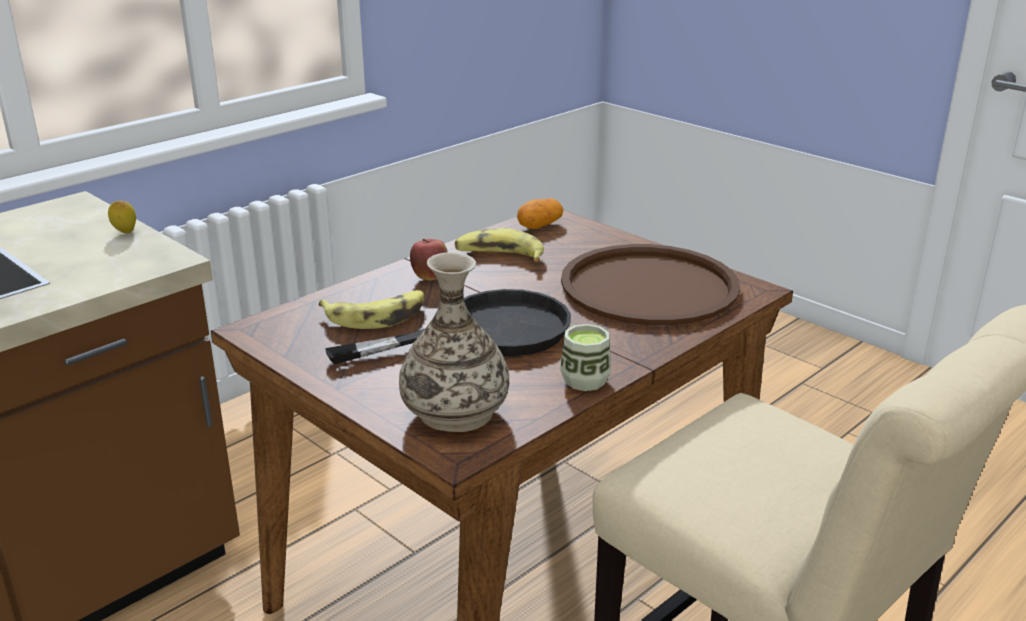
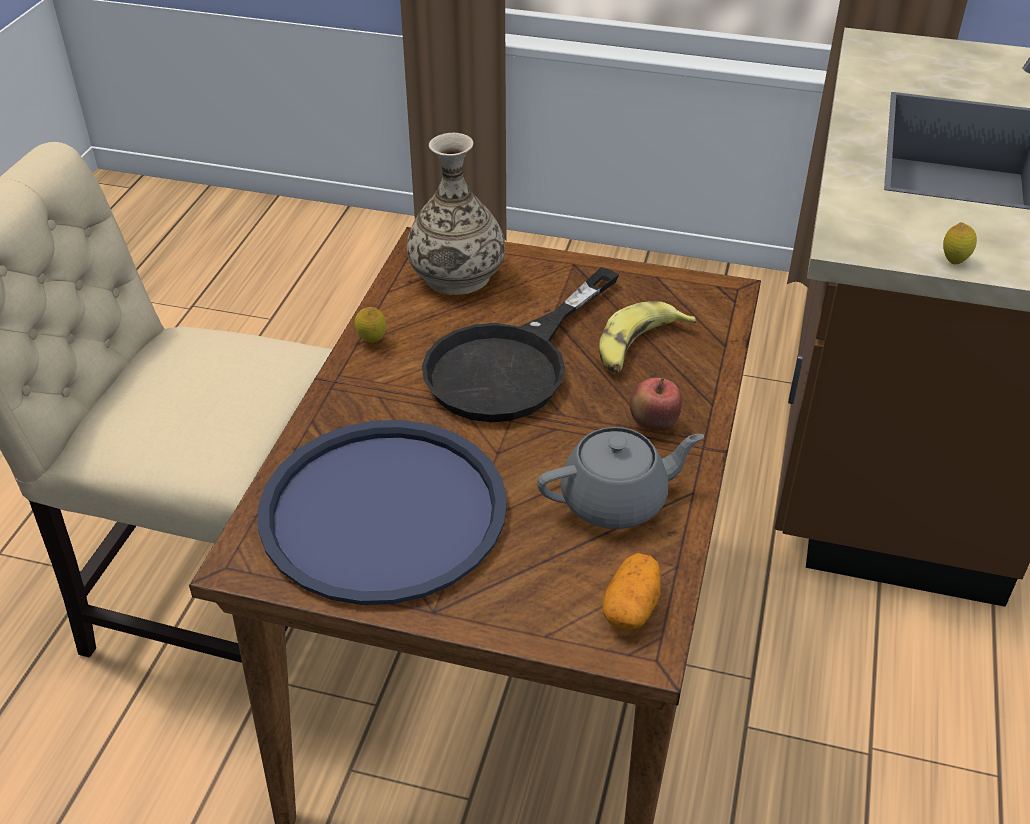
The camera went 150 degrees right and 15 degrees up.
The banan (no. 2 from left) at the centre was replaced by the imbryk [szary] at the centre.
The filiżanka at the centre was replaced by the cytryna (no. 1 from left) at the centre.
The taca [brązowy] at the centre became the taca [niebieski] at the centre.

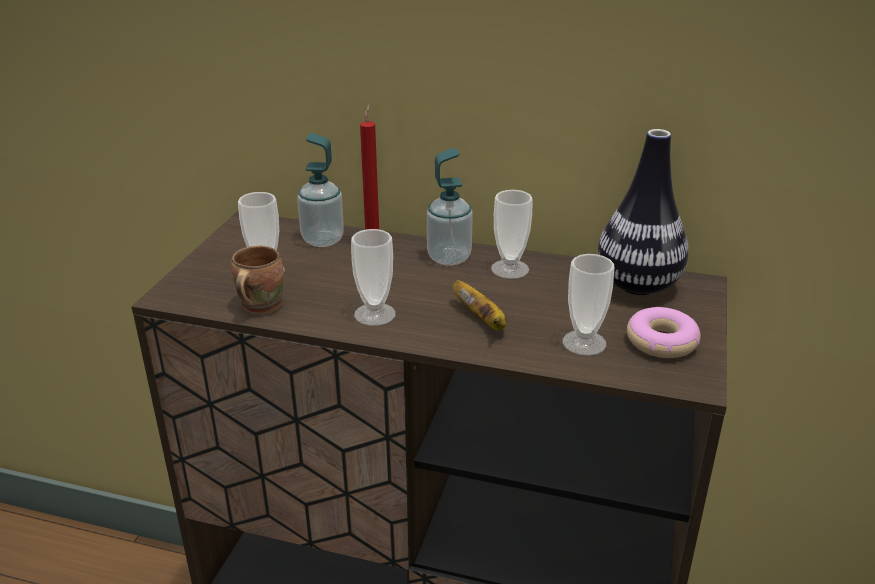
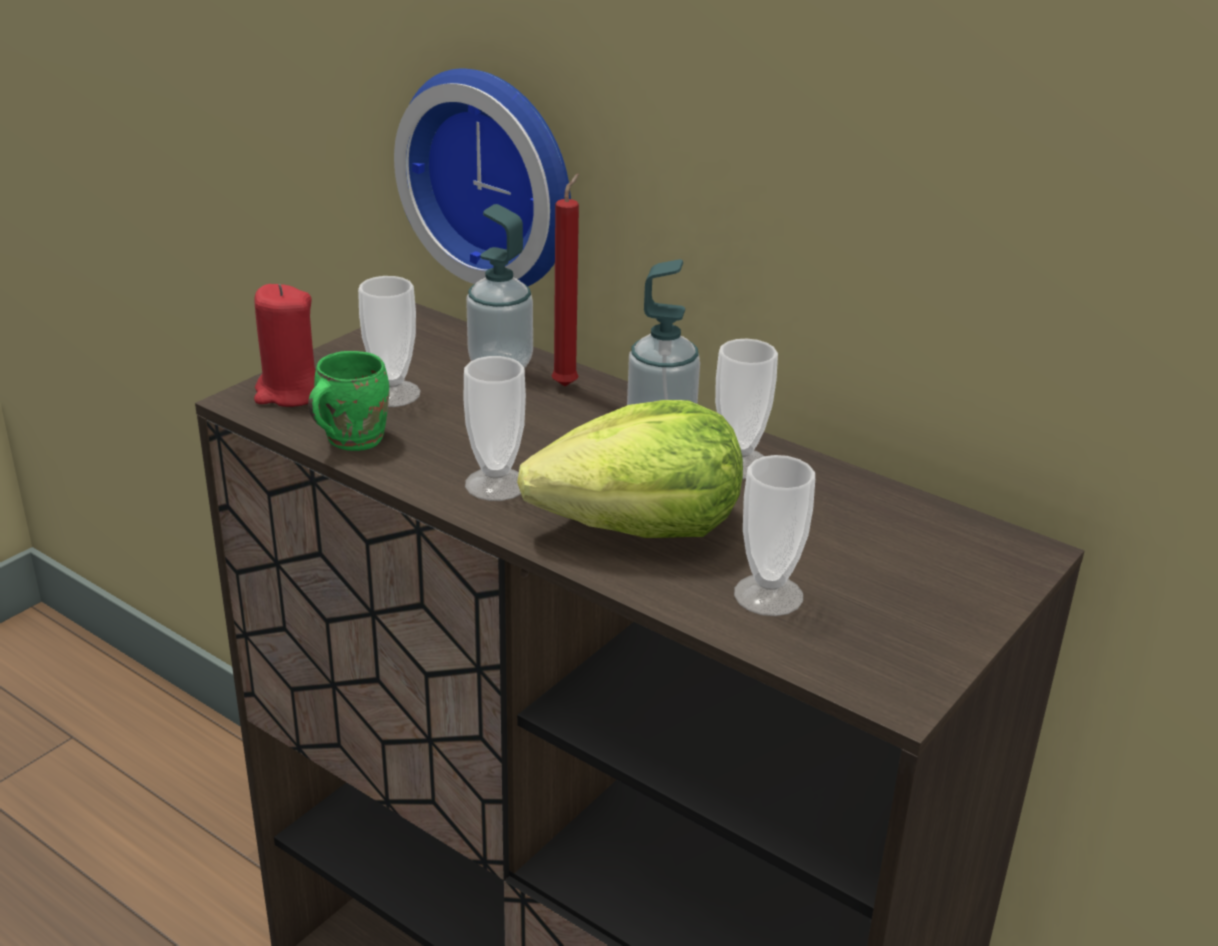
The camera went 20 degrees right and 0 degrees up.
The wazon at the middle right disappeared.
The donut at the middle right disappeared.
The świeca [czerwony] (no. 1 from left) at the middle left appeared.
The zegar ścienny at the top centre appeared.
The banan at the centre was replaced by the sałata at the centre.
The kubek [brązowy] at the middle left became the kubek [zielony] at the middle left.

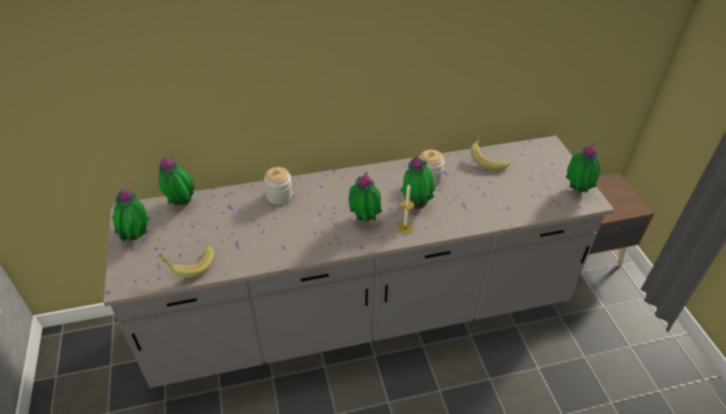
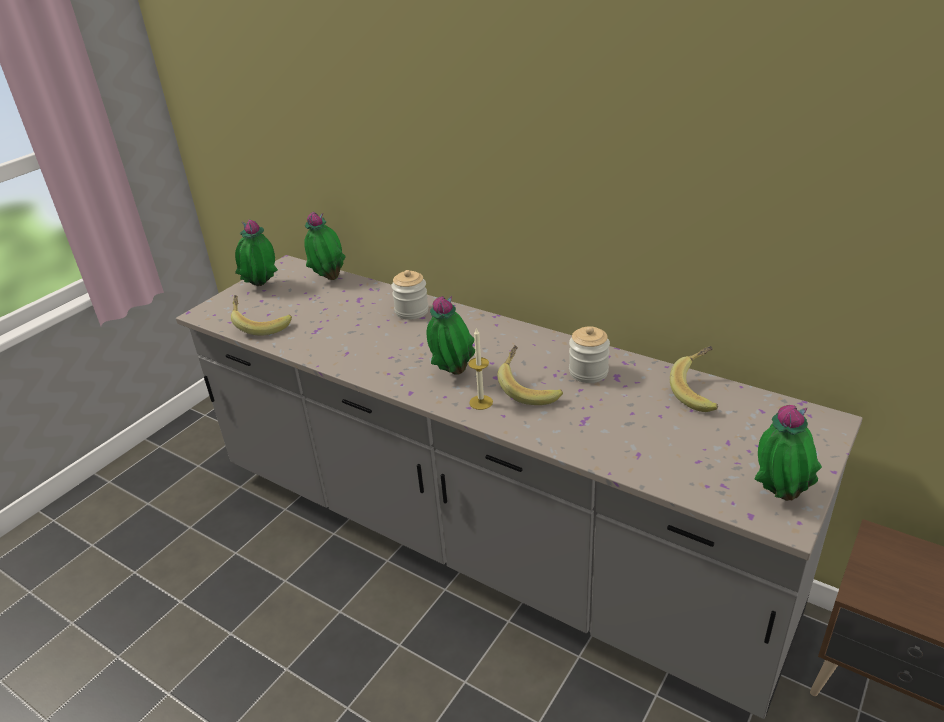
The camera went 50 degrees right and 10 degrees down.
The roślina doniczkowa (no. 4 from left) at the centre was replaced by the banan (no. 2 from left) at the centre.

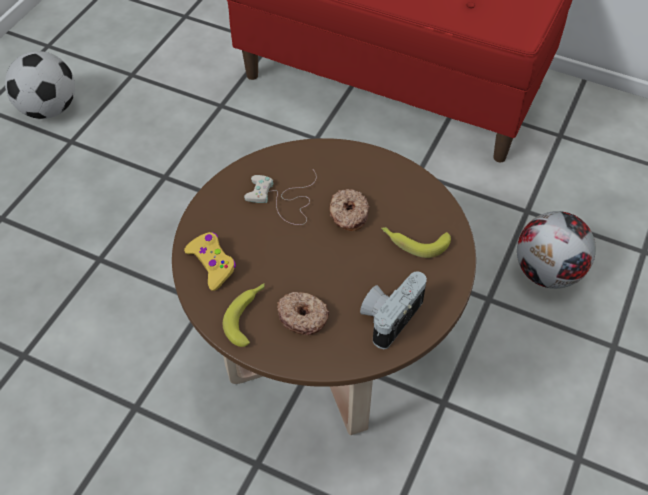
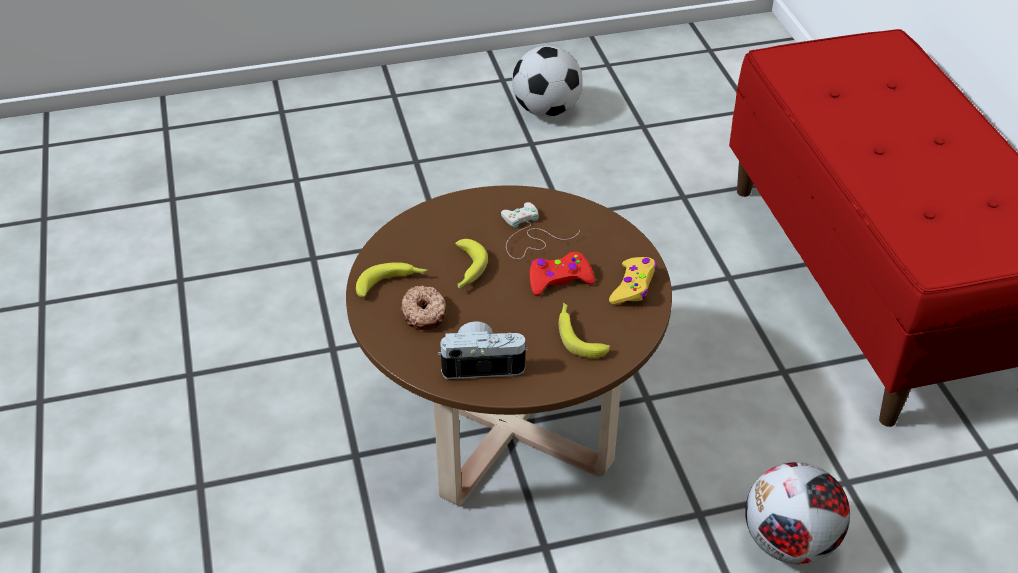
The camera went 50 degrees right and 10 degrees down.
The banan (no. 2 from left) at the centre appeared.
The pad do gier [żółty] moved from the middle left to the centre.
The donut (no. 2 from left) at the centre was replaced by the pad do gier [czerwony] at the centre.

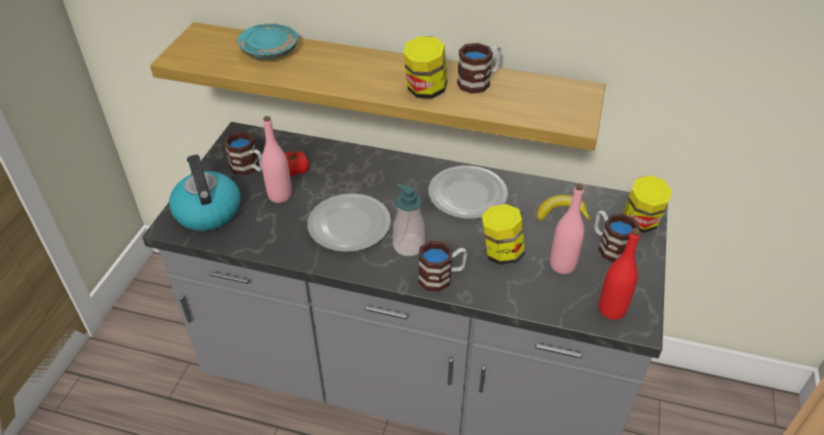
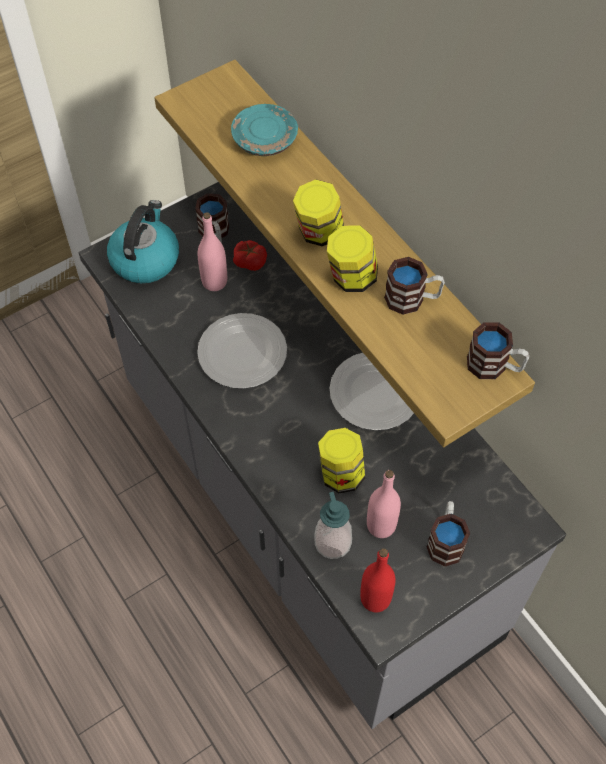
The camera went 40 degrees right and 15 degrees up.
The banan at the middle right disappeared.
The dozownik mydła moved from the centre to the bottom centre.
The kubek (no. 2 from left in the first image) moved from the centre to the middle right.
The słoik (no. 3 from left in the first image) moved from the middle right to the top centre.

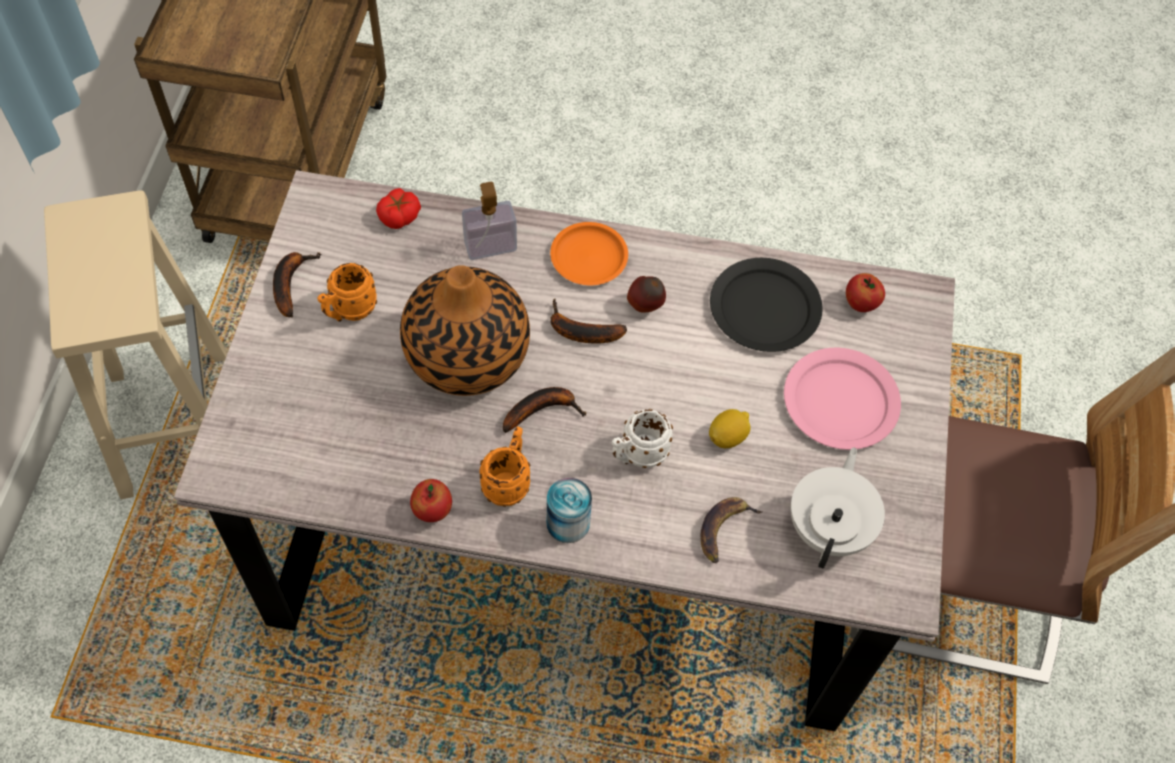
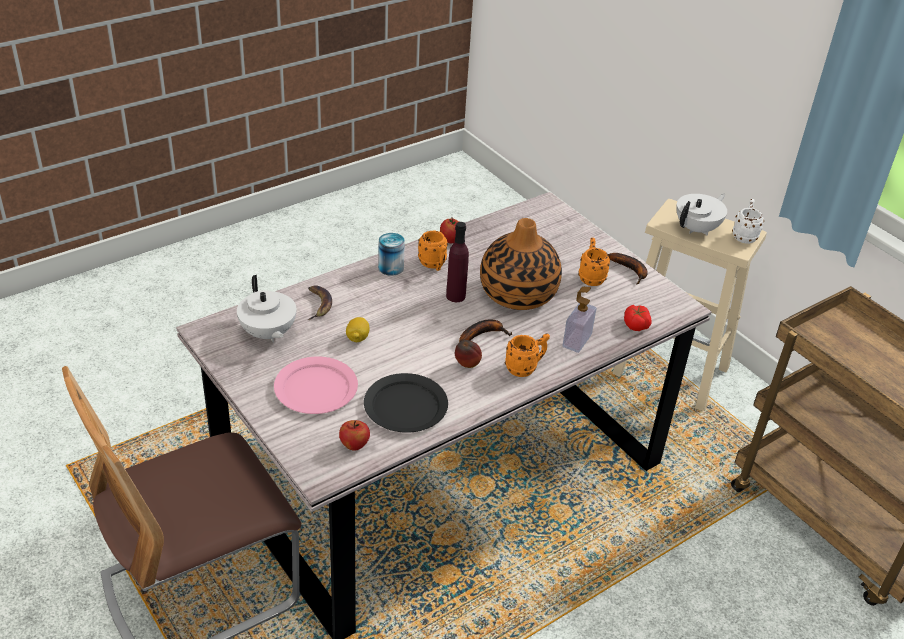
The camera went 135 degrees right and 20 degrees down.
The imbryk [biały] (no. 2 from left) at the middle right appeared.
The kubek [biały] moved from the centre to the middle right.
The banan (no. 2 from left) at the centre was replaced by the butelka [fioletowy] at the centre.
The talerz [pomarańczowy] at the top centre was replaced by the kubek [pomarańczowy] (no. 2 from left) at the centre.

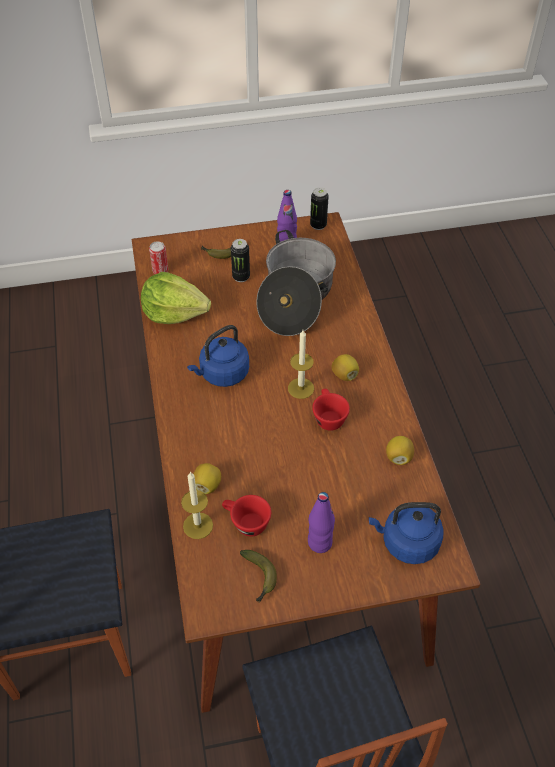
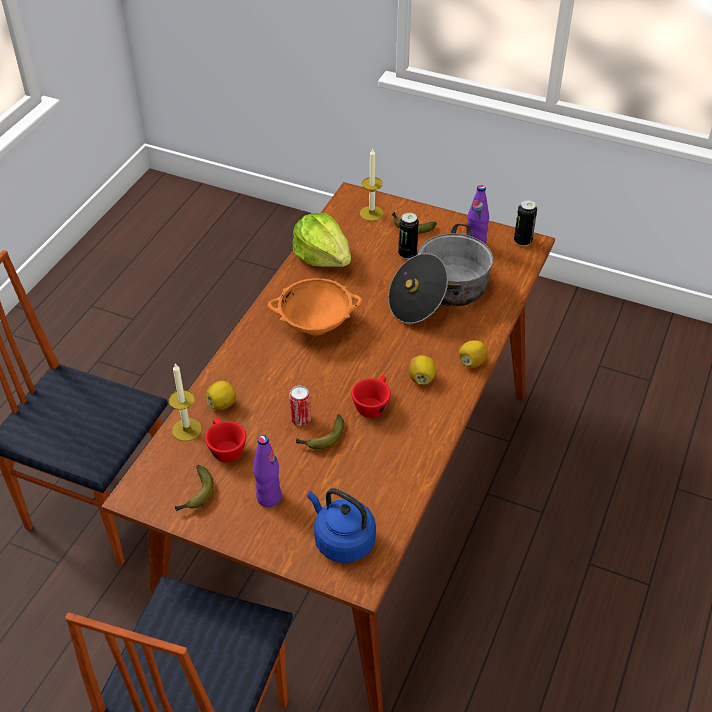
The camera went 35 degrees right and 5 degrees down.
The banan (no. 2 from left) at the centre appeared.
The puszka (no. 1 from left) moved from the middle left to the centre.
The świeca (no. 2 from left) moved from the centre to the top centre.
The cytryna (no. 3 from left) moved from the middle right to the centre.
The czajnik [niebieski] (no. 1 from left) at the centre was replaced by the miska [pomarańczowy] at the centre.

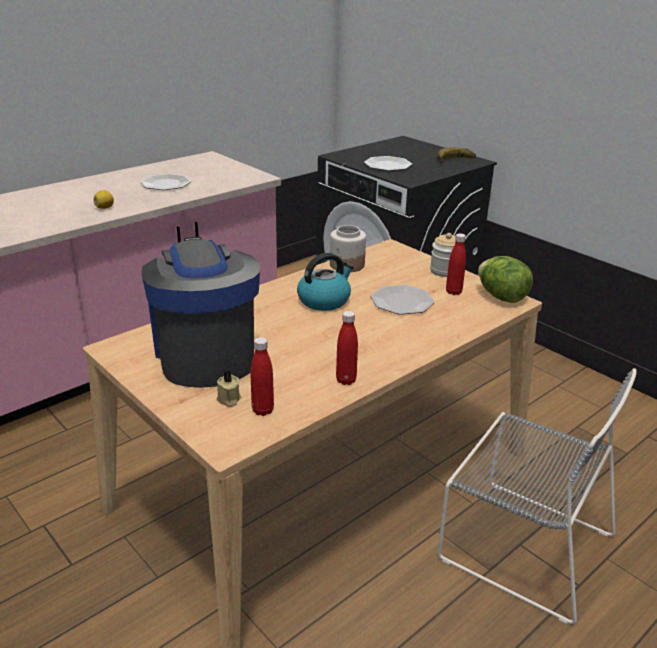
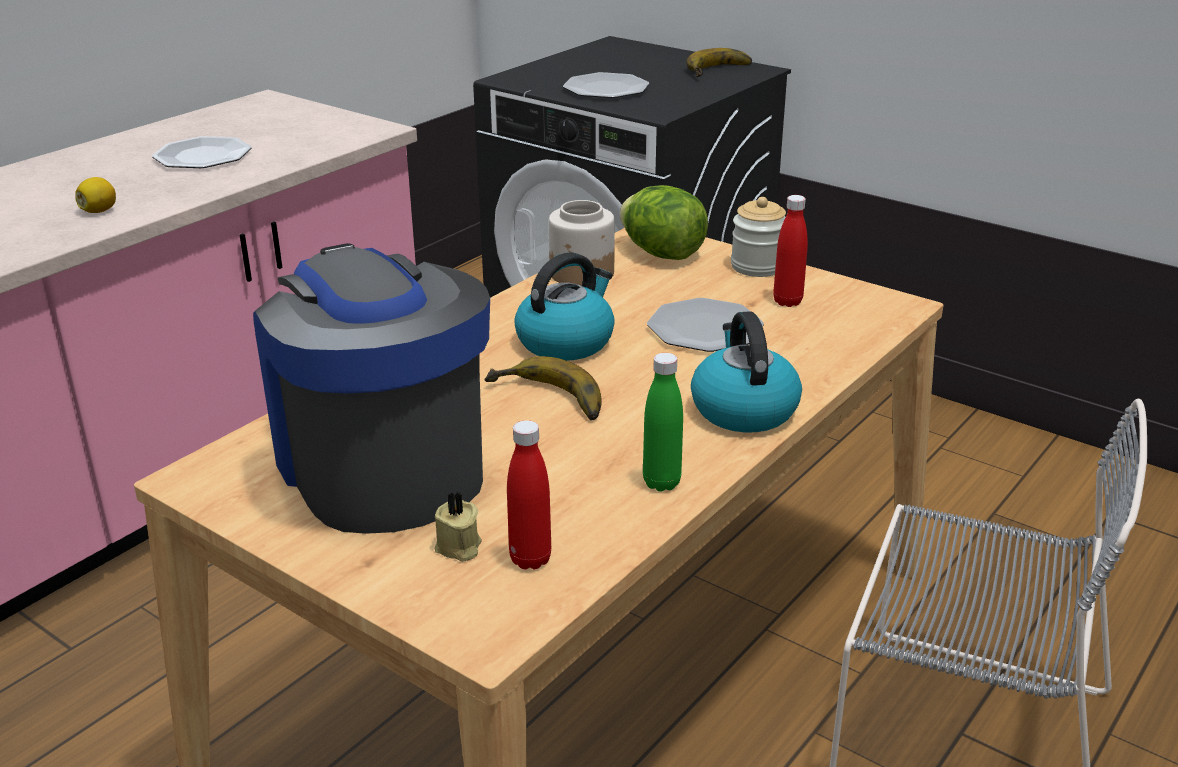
The camera went 10 degrees left and 0 degrees up.
The banan (no. 1 from left) at the centre appeared.
The czajnik (no. 2 from left) at the centre appeared.
The sałata moved from the middle right to the top centre.
The butelka [czerwony] (no. 2 from left) at the centre became the butelka [zielony] at the centre.

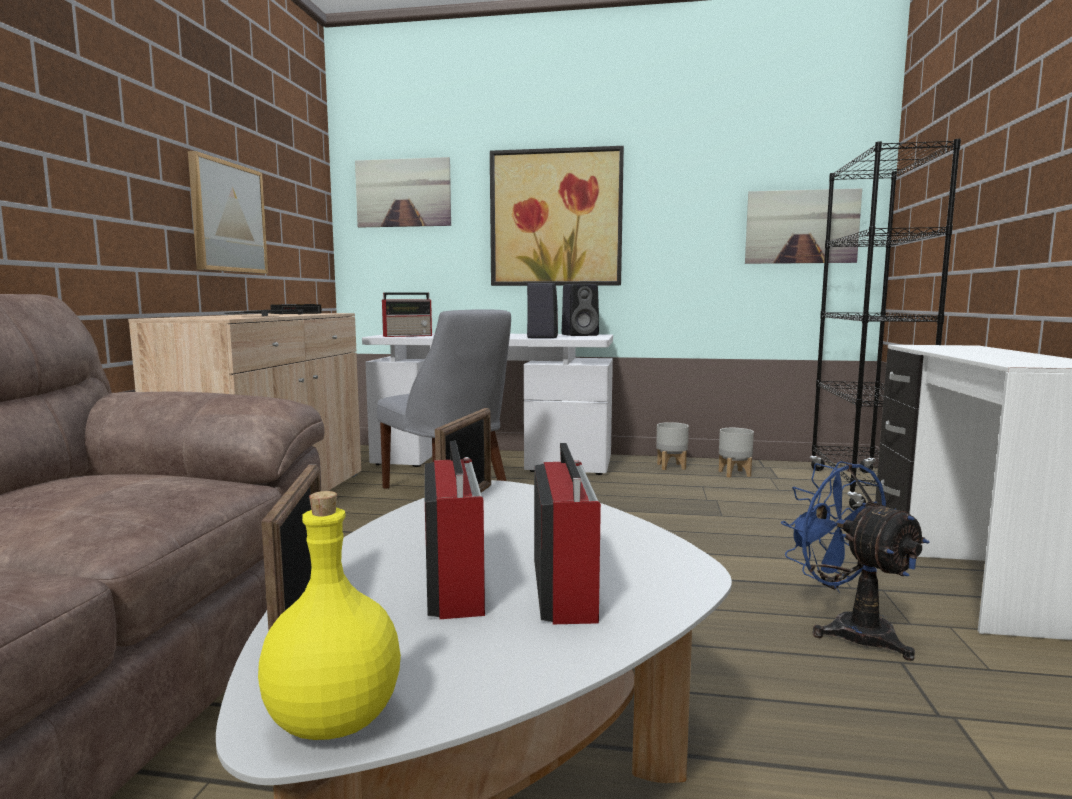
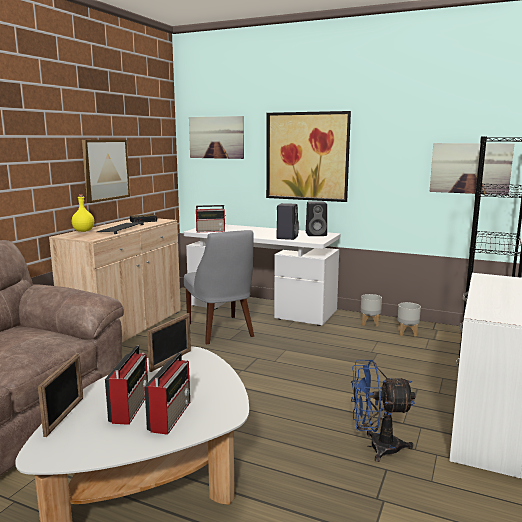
The camera went 15 degrees right and 5 degrees up.
The butelka [żółty] moved from the bottom left to the middle left.
The wentylator [niebieski] at the bottom right turned 75 degrees counterclockwise.

